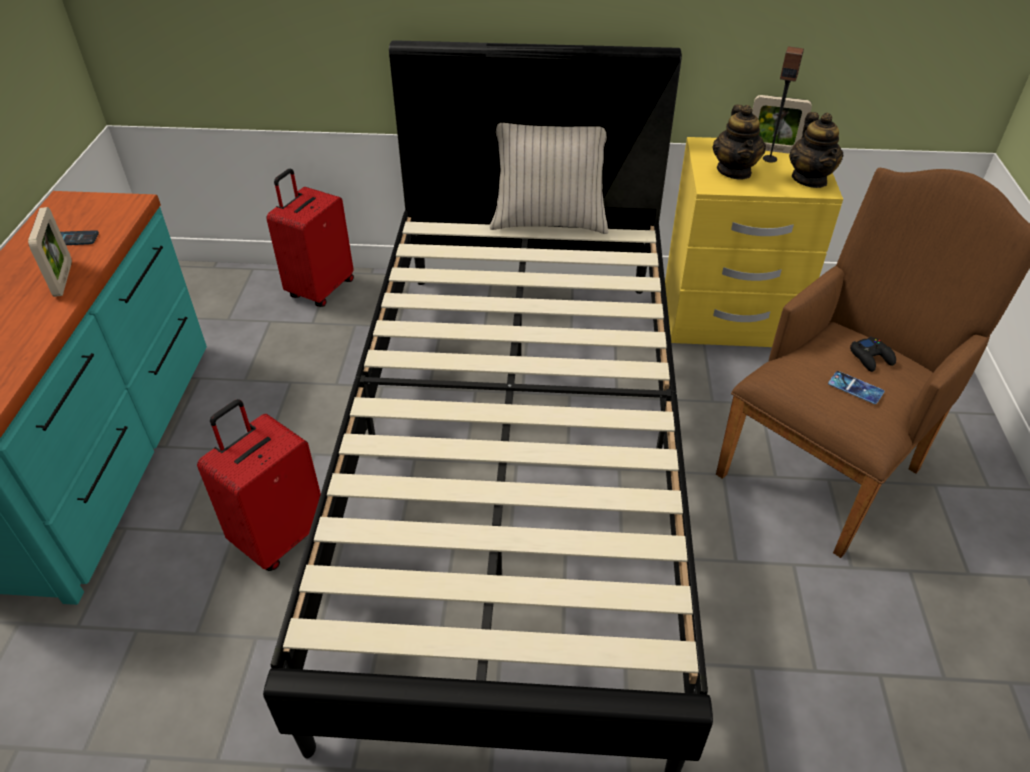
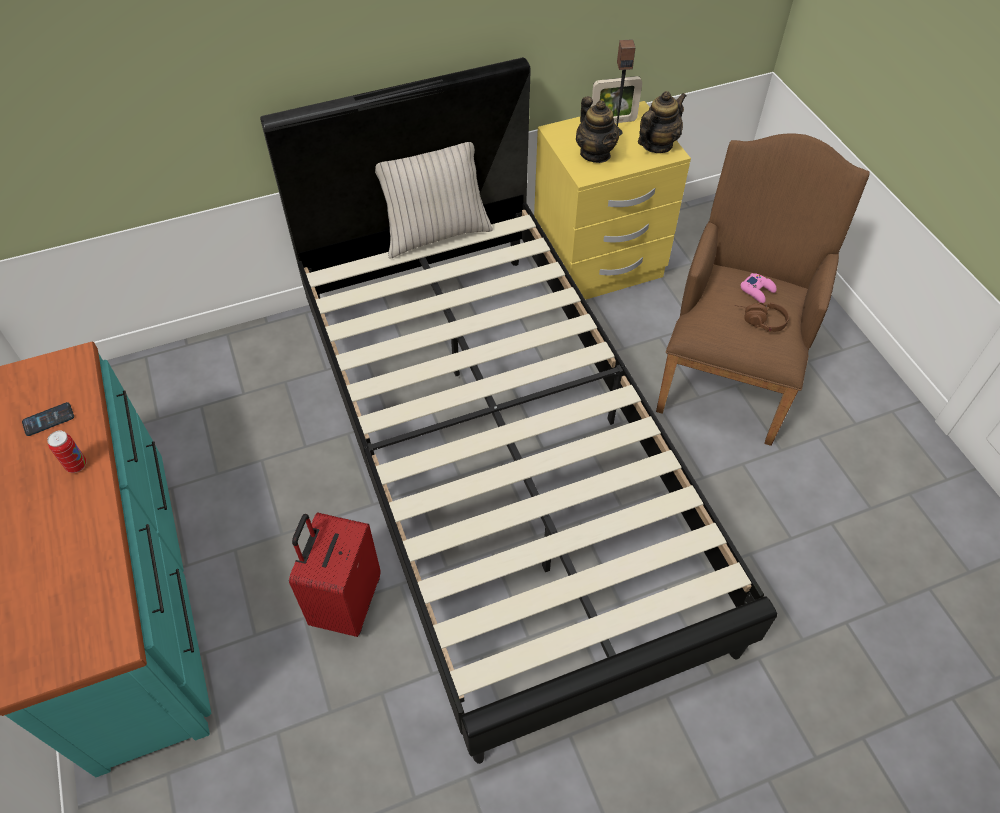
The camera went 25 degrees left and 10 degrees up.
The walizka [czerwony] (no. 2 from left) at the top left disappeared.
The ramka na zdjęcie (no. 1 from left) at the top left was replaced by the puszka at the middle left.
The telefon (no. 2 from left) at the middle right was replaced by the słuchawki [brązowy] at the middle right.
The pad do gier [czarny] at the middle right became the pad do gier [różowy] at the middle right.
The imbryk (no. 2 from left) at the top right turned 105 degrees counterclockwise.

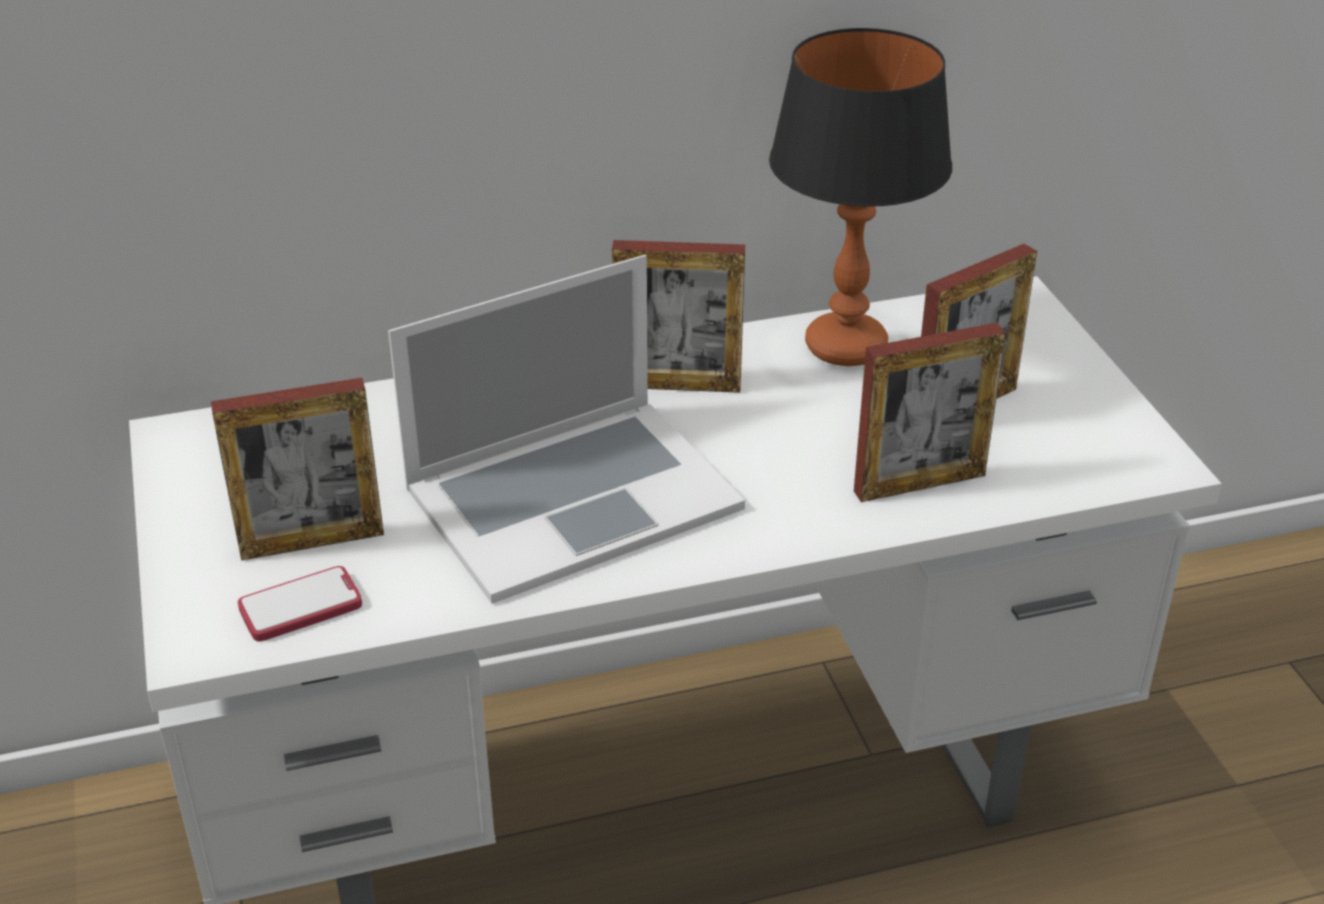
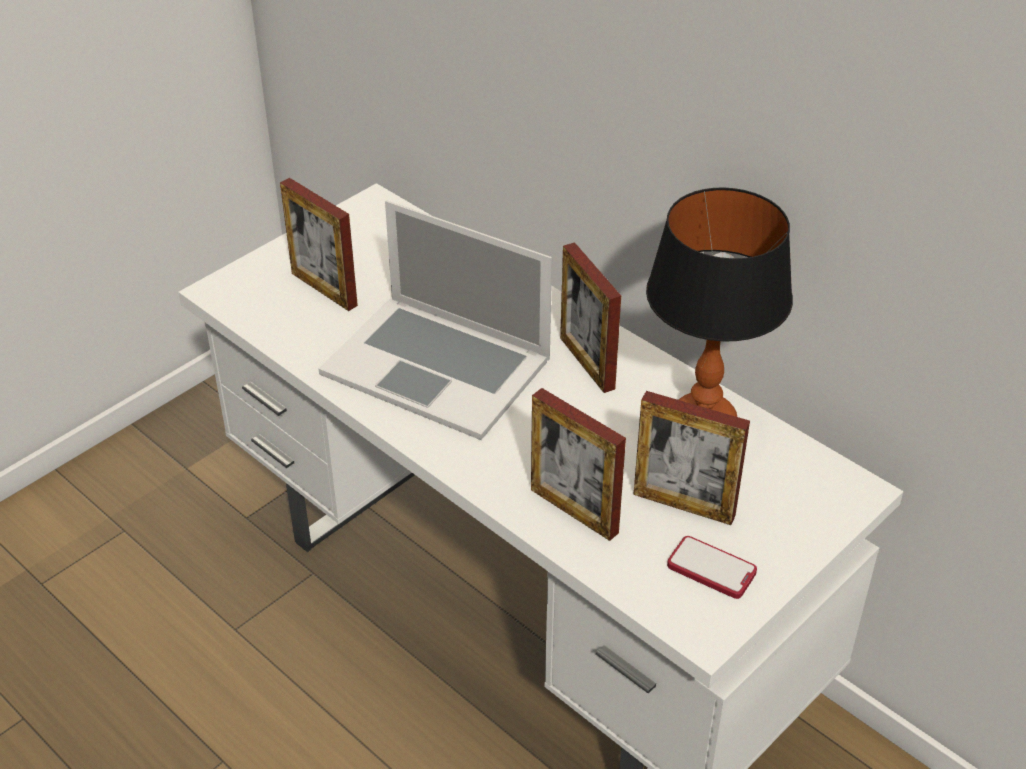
The camera went 60 degrees right and 5 degrees up.
The telefon moved from the bottom left to the bottom right.

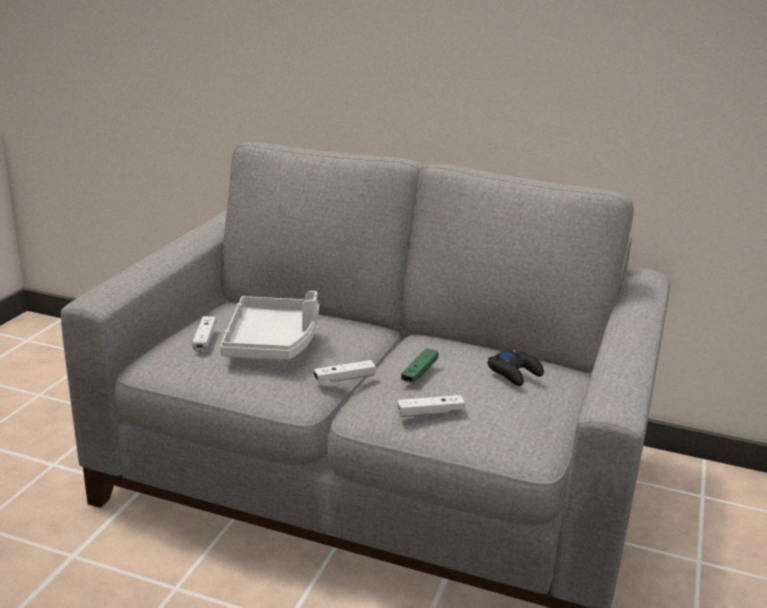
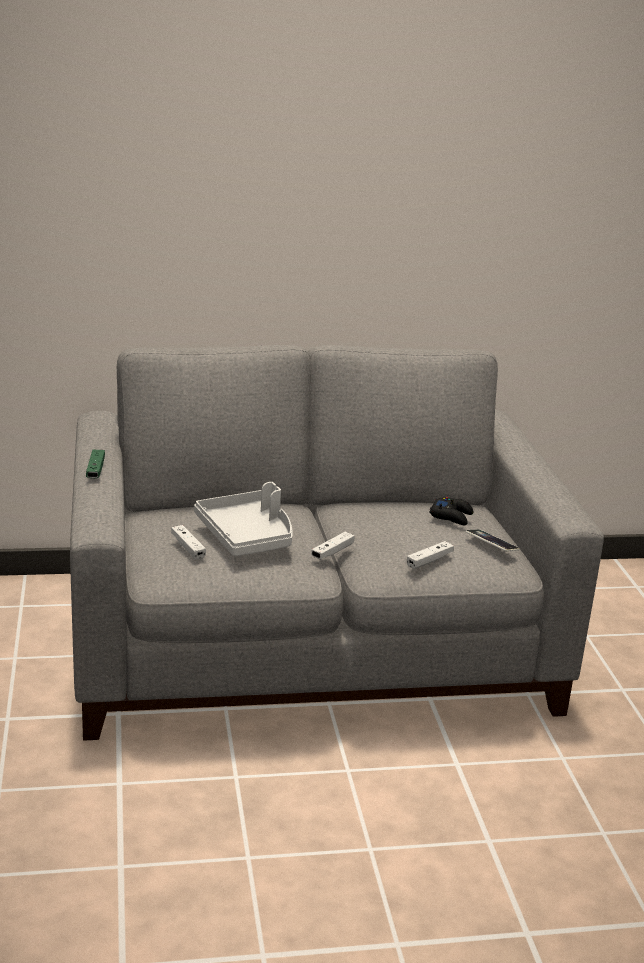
The camera went 30 degrees left and 0 degrees up.
The telefon at the middle right appeared.
The pad do gier [zielony] moved from the centre to the middle left.

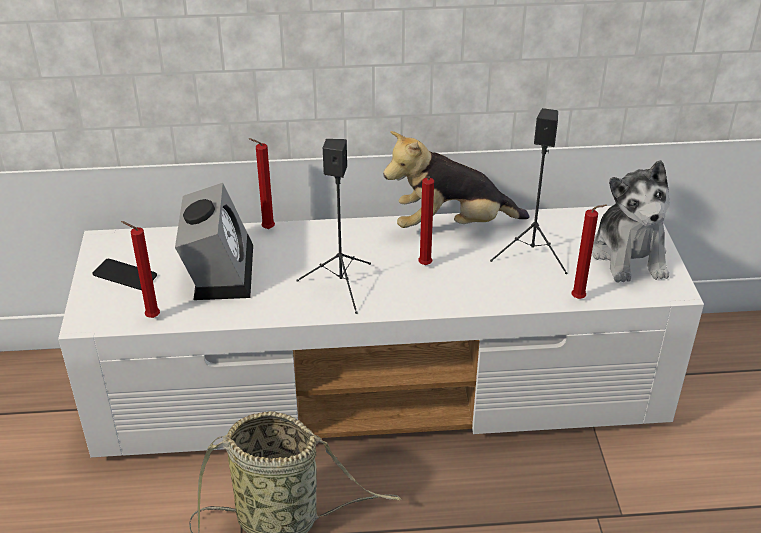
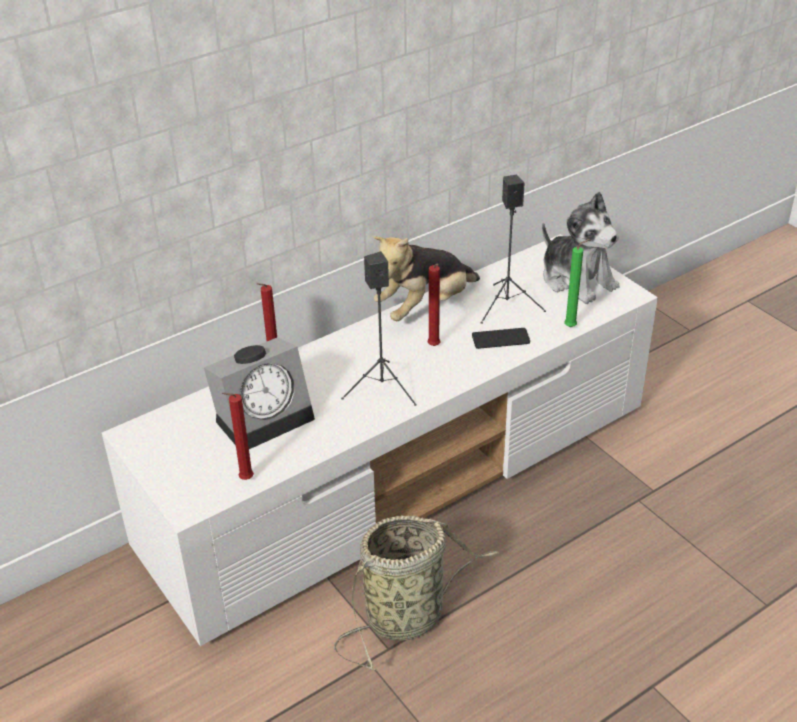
The camera went 30 degrees left and 0 degrees up.
The telefon moved from the middle left to the centre.
The świeca [czerwony] (no. 4 from left) at the middle right became the świeca [zielony] at the middle right.
The budzik at the middle left turned 90 degrees clockwise.

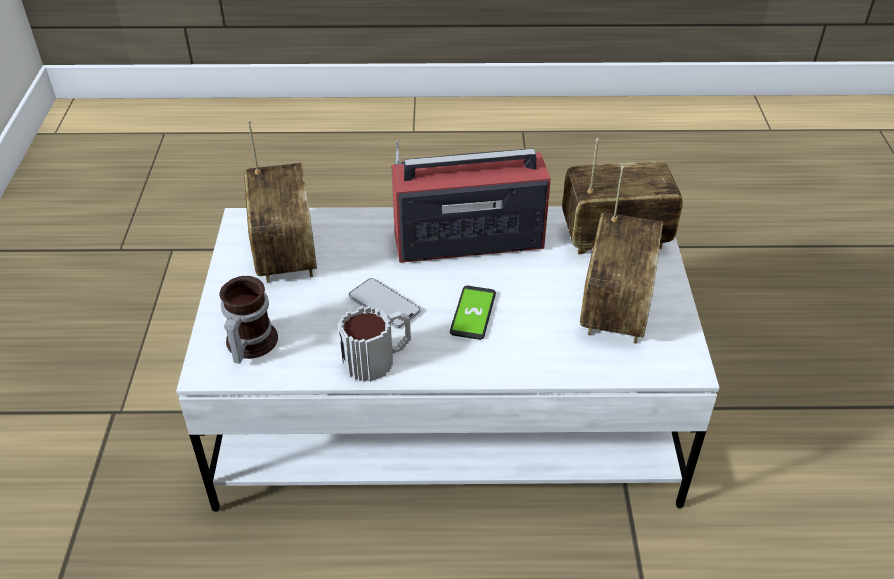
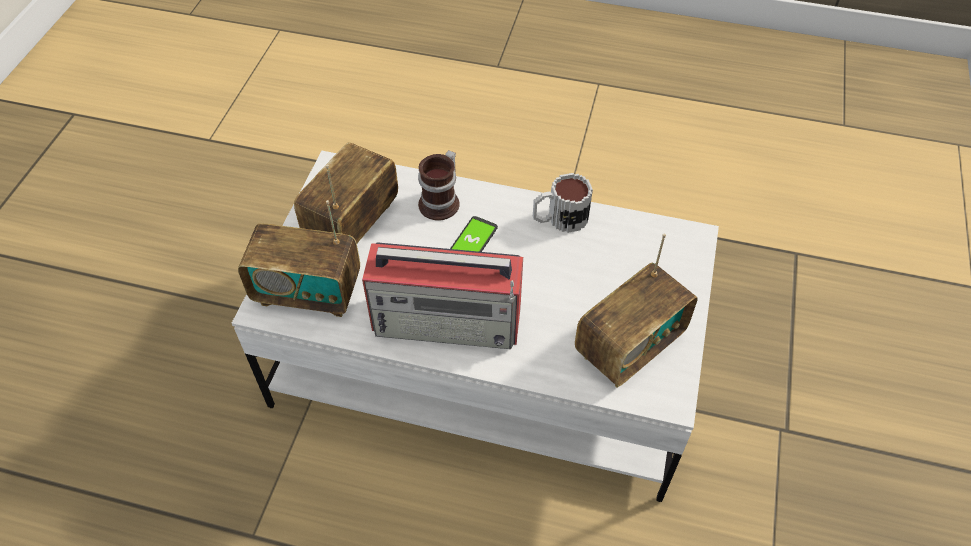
The camera went 165 degrees left and 10 degrees up.
The telefon (no. 1 from left) at the centre disappeared.
The kubek (no. 1 from left) moved from the middle left to the centre.
The radio (no. 1 from left in the first image) at the middle left turned 135 degrees counterclockwise.

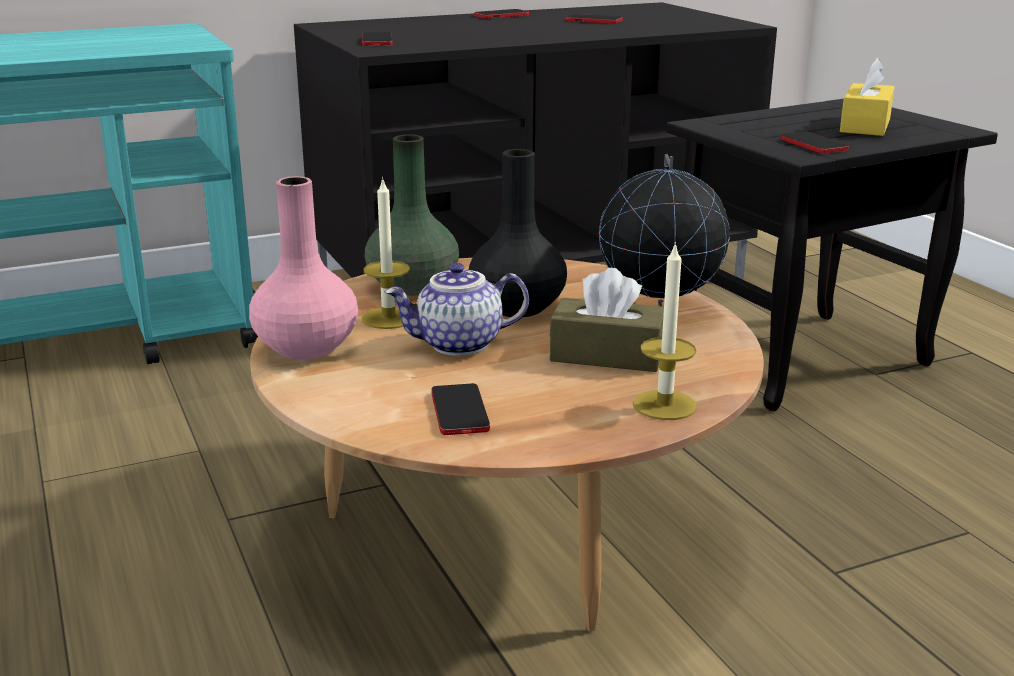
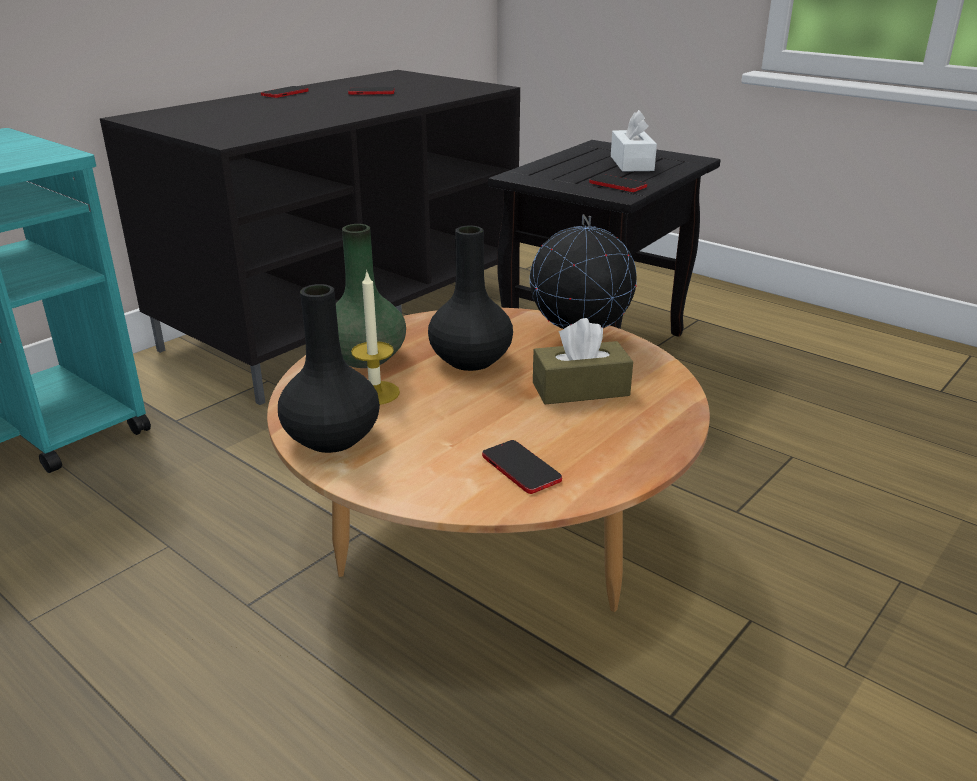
The camera went 25 degrees left and 5 degrees up.
The telefon (no. 1 from left) at the top centre disappeared.
The imbryk at the centre disappeared.
The świeca (no. 2 from left) at the centre disappeared.
The wazon [różowy] at the middle left became the wazon [czarny] (no. 1 from left) at the centre.
The pudełko chusteczek [żółty] at the top right became the pudełko chusteczek [biały] at the top centre.

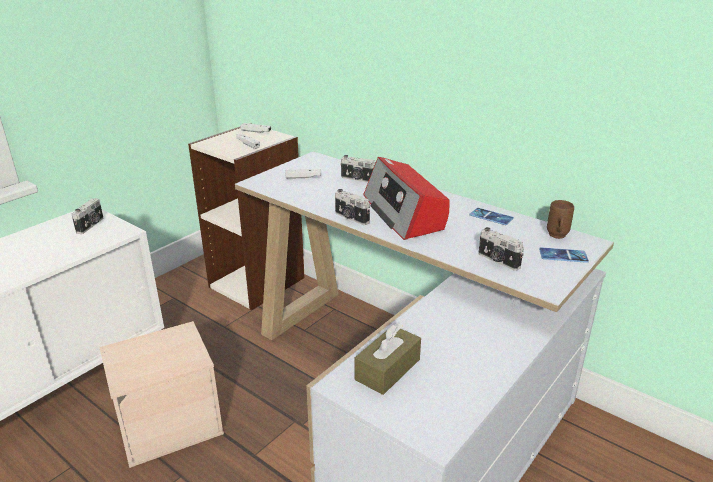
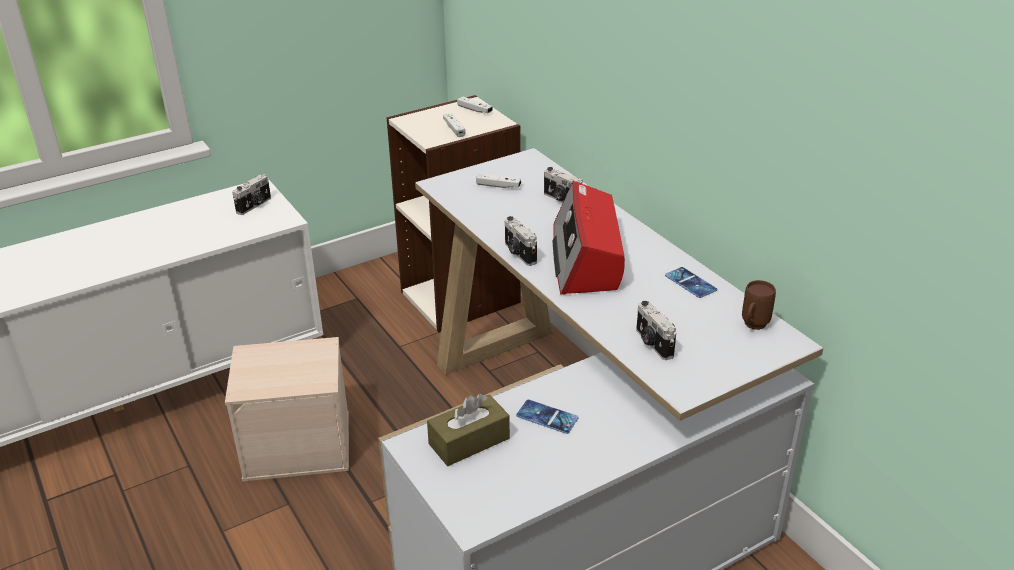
The camera went 20 degrees right and 5 degrees up.
The telefon (no. 2 from left in the first image) moved from the middle right to the bottom centre.

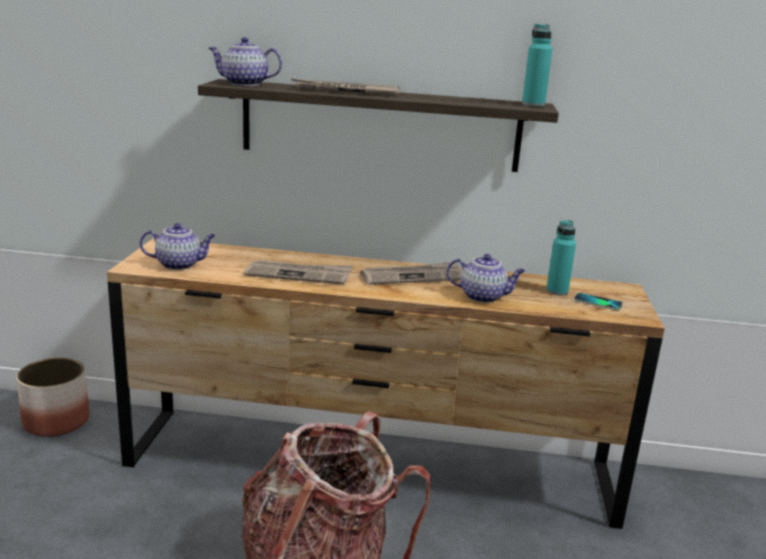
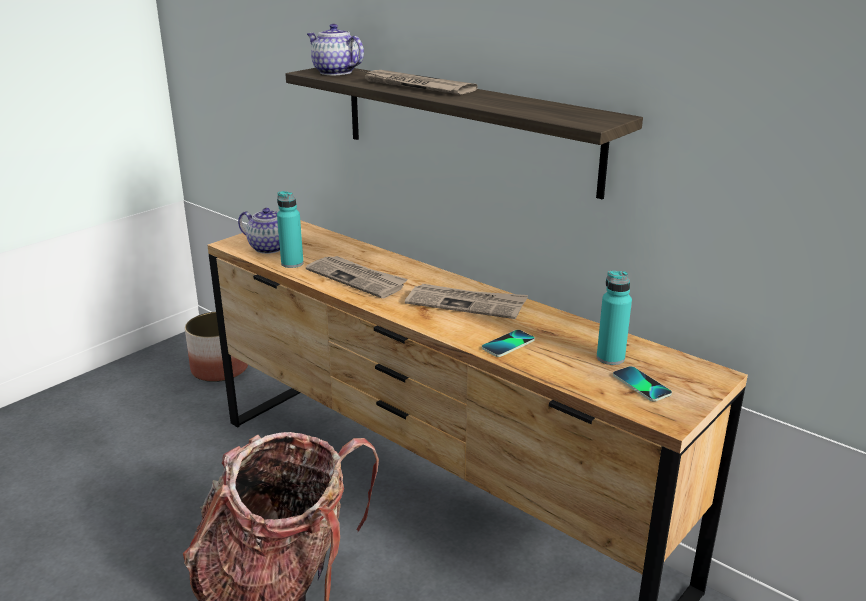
The camera went 35 degrees right and 5 degrees up.
The butelka [turkusowy] (no. 1 from left) moved from the top right to the centre.
The imbryk (no. 3 from left) at the centre was replaced by the telefon (no. 1 from left) at the centre.

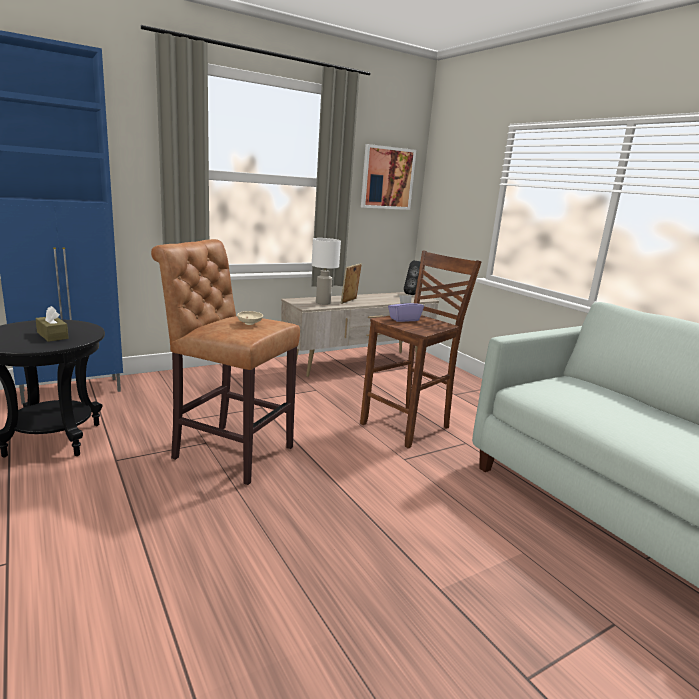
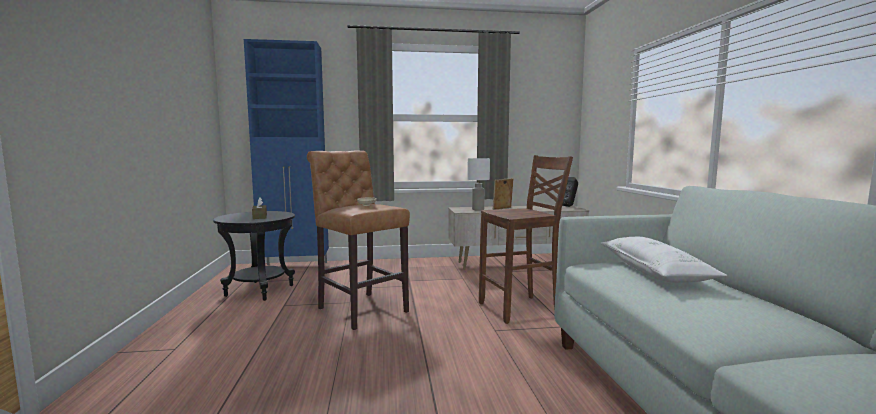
The camera went 25 degrees right and 10 degrees down.
The obraz at the top centre disappeared.
The pudełko chusteczek [fioletowy] at the centre disappeared.
The poduszka [biały] at the middle right appeared.

